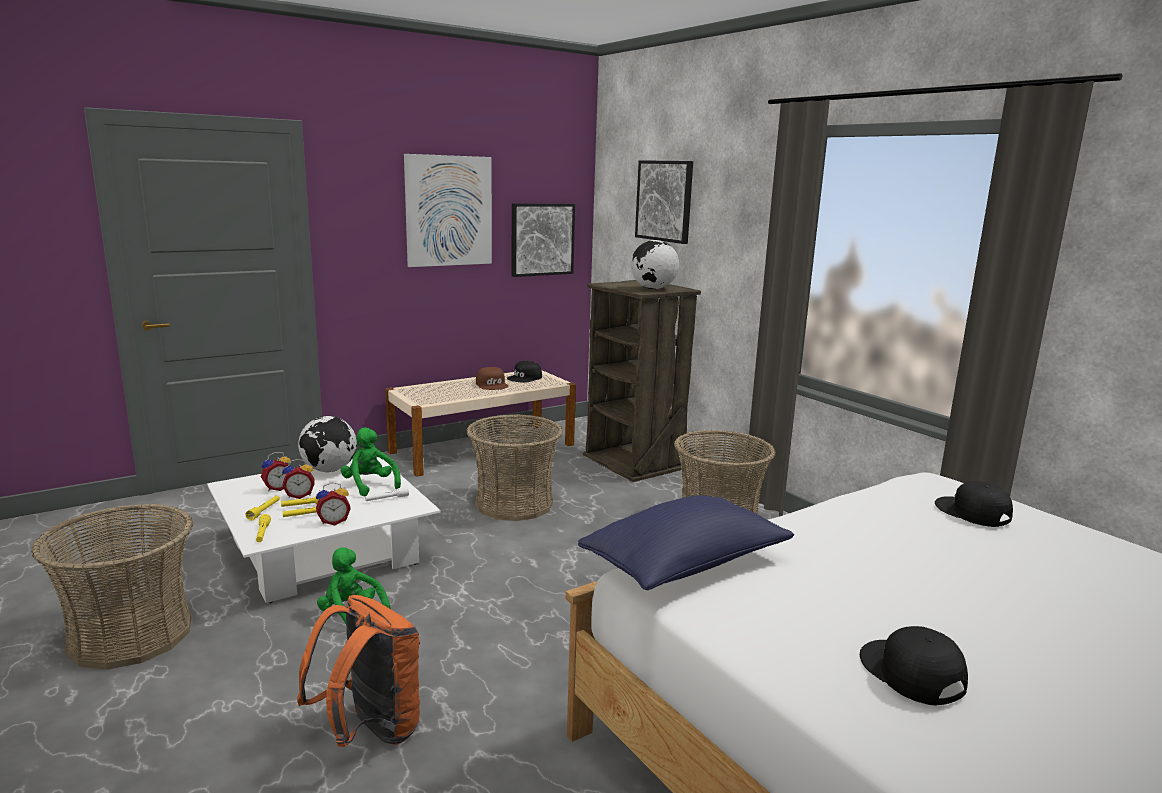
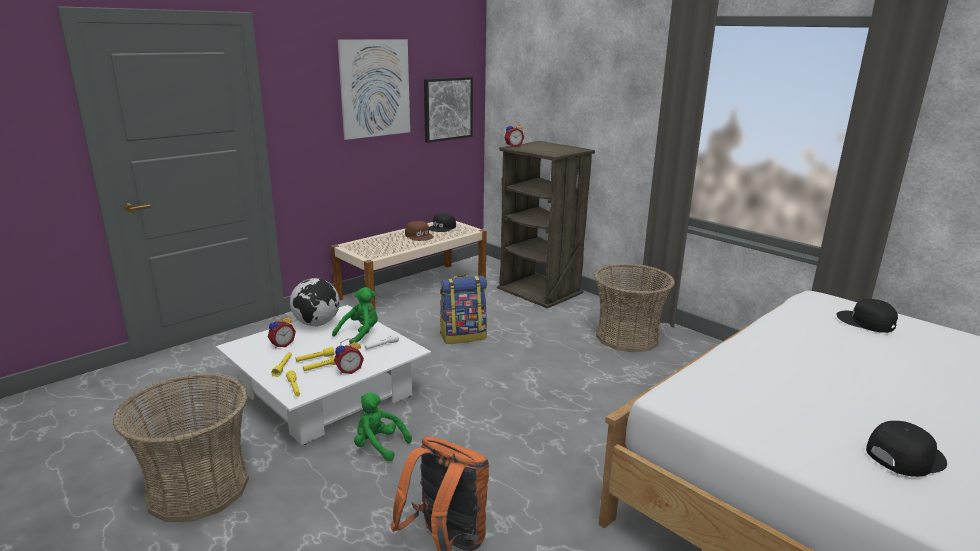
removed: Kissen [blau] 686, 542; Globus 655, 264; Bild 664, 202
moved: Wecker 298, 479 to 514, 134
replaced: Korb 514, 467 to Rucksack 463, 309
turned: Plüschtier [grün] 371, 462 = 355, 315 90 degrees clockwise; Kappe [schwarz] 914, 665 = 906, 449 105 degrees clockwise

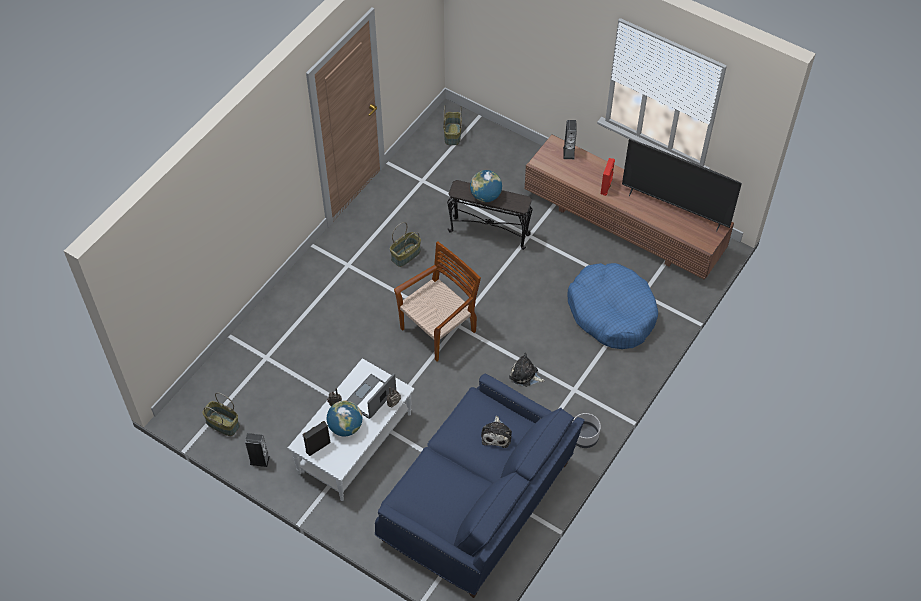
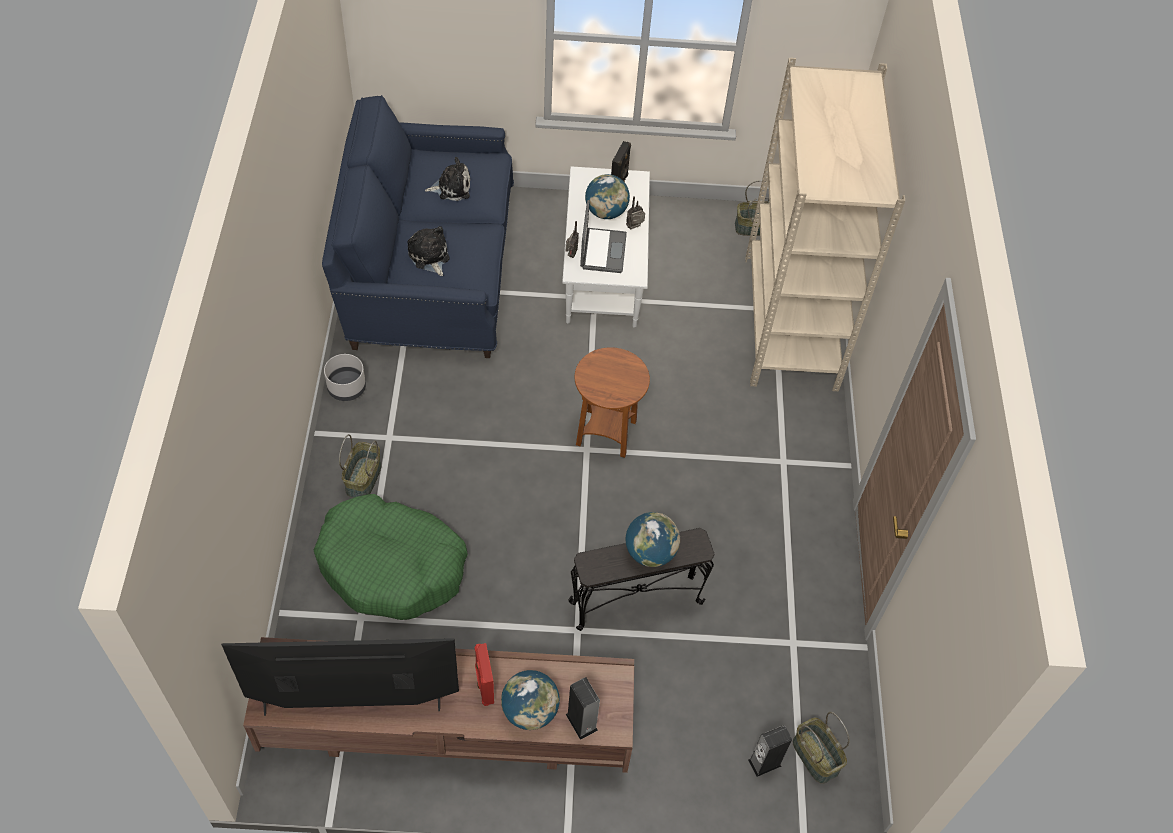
added: Globus 530, 700; Bücherregal [beige] 825, 224
moved: Korb 405, 244 to 360, 466; Plüschtier 527, 370 to 447, 179; Lautsprecher 257, 450 to 770, 751
replaced: Sessel [braun] 437, 302 to Beistelltisch [braun] 612, 402
recoloured: Hundebett [blau] 612, 306 to Hundebett [grün] 391, 557

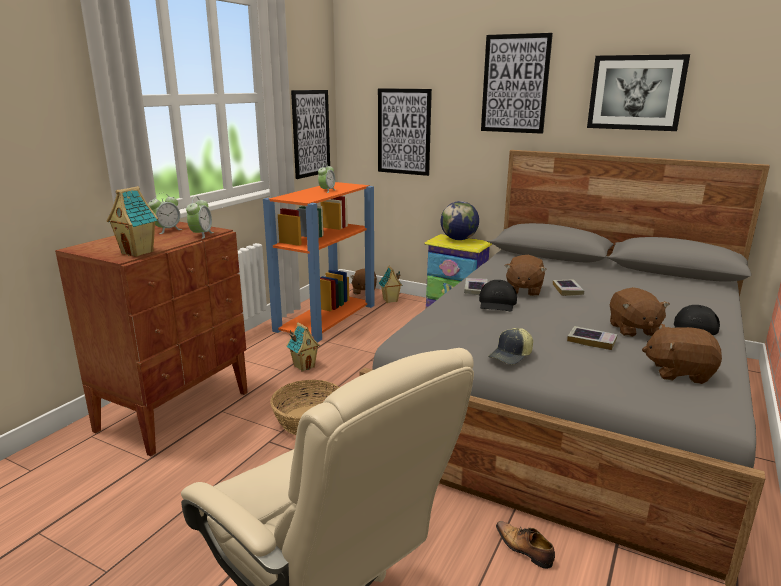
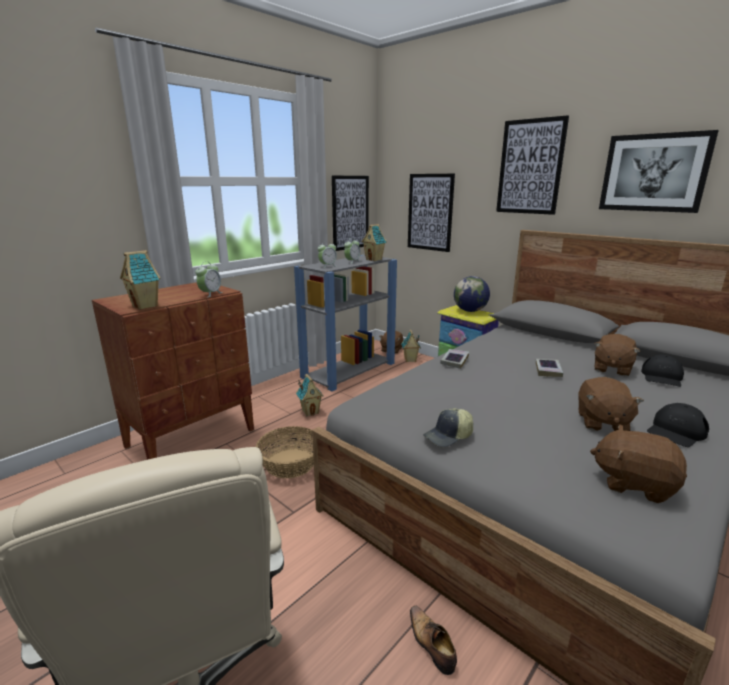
removed: Buch 592, 338
added: Spielzeughaus 374, 242
moved: Wecker 165, 213 to 327, 254; Plüschtier [braun] 526, 275 to 617, 355; Kappe [schwarz] 498, 295 to 662, 371
recoloured: Bücherregal [orange] 318, 262 to Bücherregal [grau] 345, 323

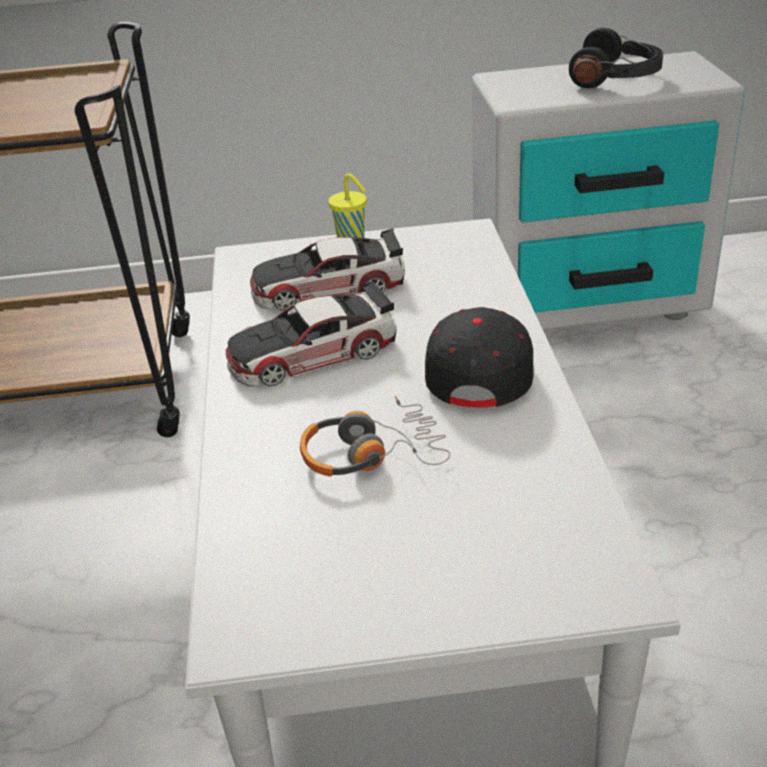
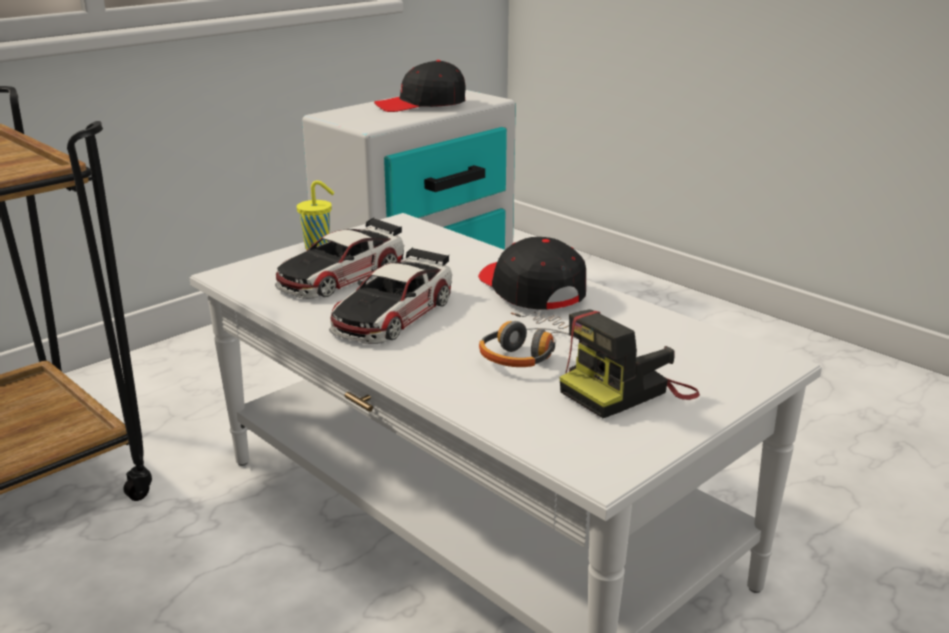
added: Kamera 629, 364
replaced: Kopfhörer [schwarz] 616, 58 to Kappe [schwarz] 420, 86

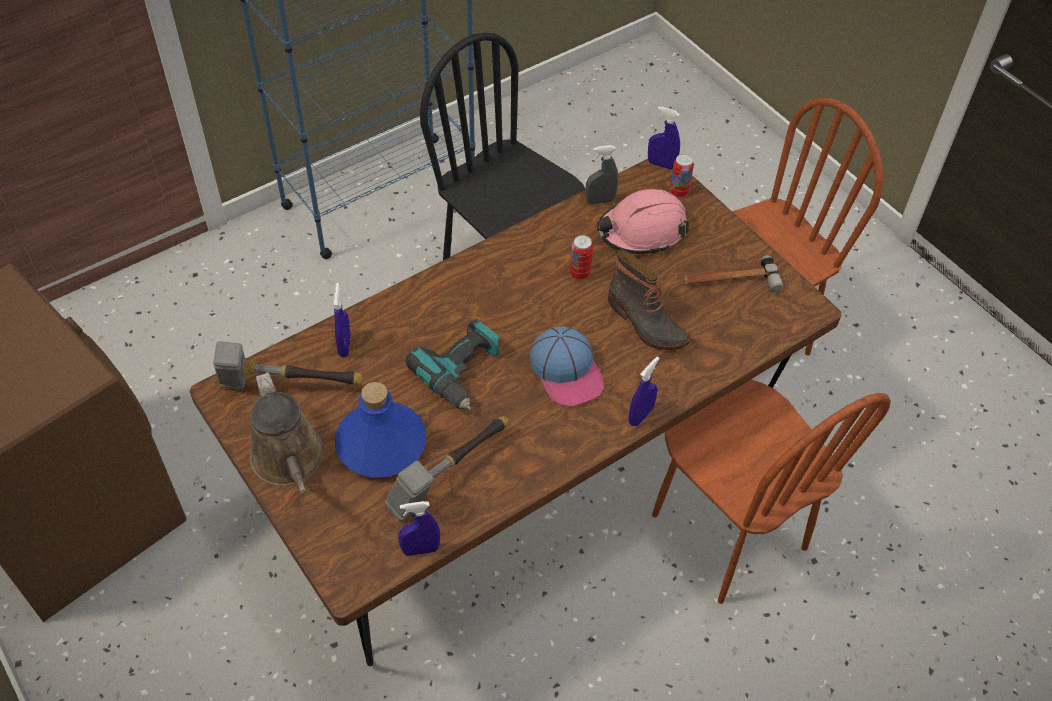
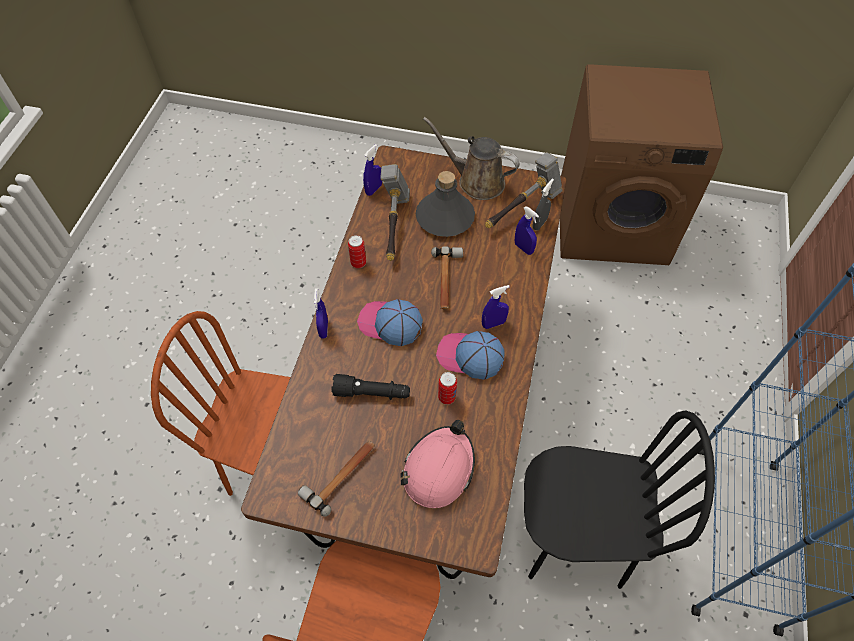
added: Kappe 470, 355
moved: Dose 681, 176 to 357, 251; Sprühflasche [blau] 664, 137 to 496, 307; Sprühflasche [grau] 602, 175 to 543, 204
replaced: Stiefel 649, 300 to Taschenlampe [schwarz] 370, 387; Bohrmaschine 453, 364 to Hammer 447, 277
recoloured: Flasche [blau] 380, 430 to Flasche [grau] 445, 204

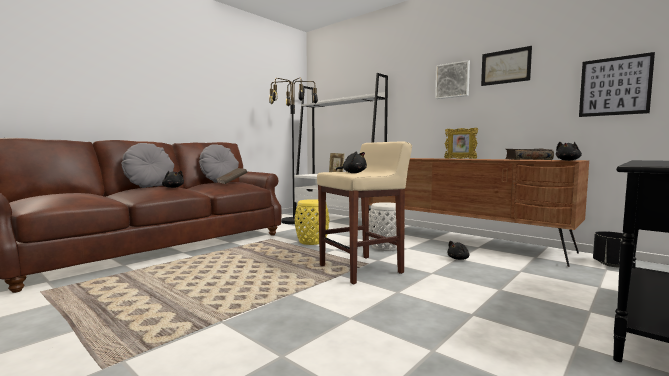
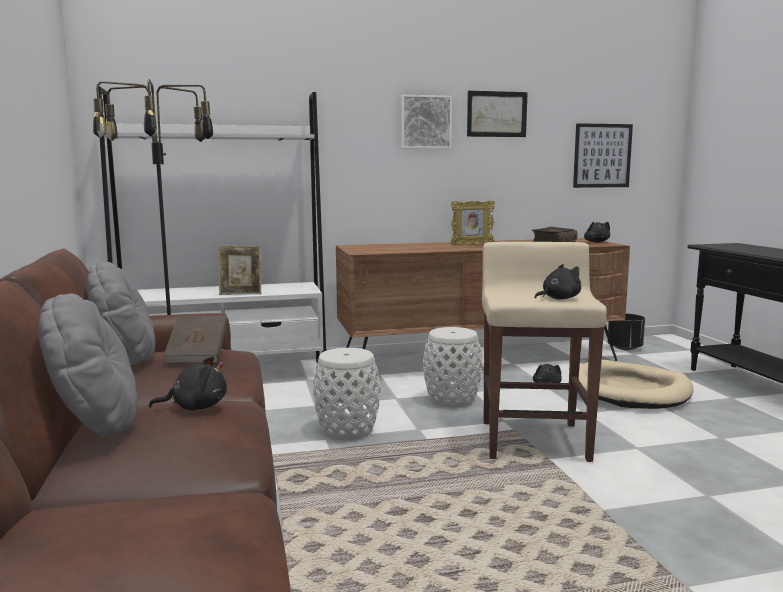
added: Hundebett [beige] 635, 384
recoloured: Hocker [gelb] 312, 222 to Hocker [weiß] 347, 394

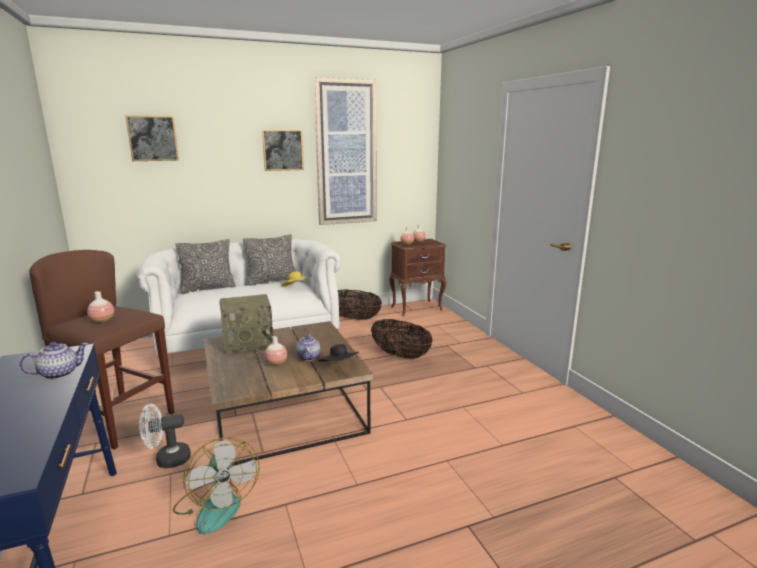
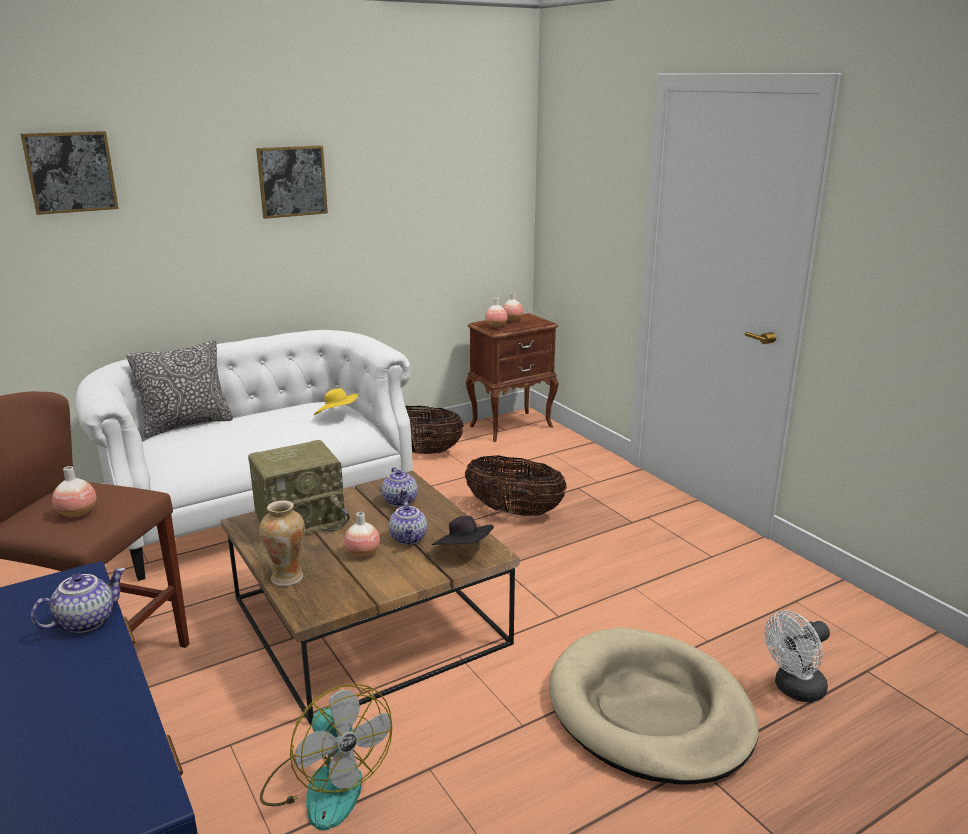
removed: Kissen 269, 260; Bild 345, 151
added: Vase 282, 543; Teekanne 399, 487; Hundebett [beige] 654, 706
moved: Ventilator [weiß] 165, 436 to 797, 656

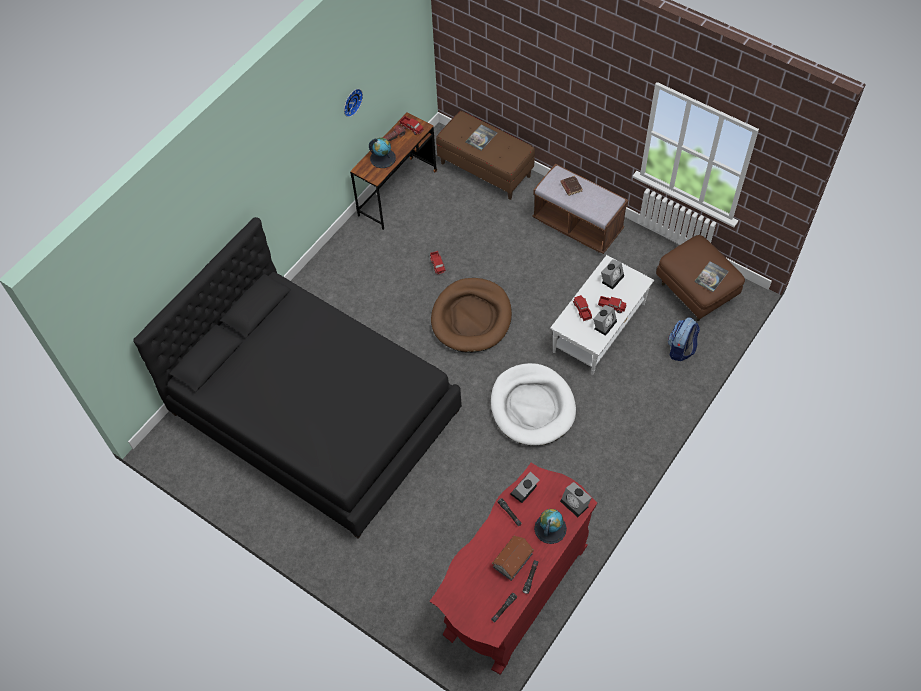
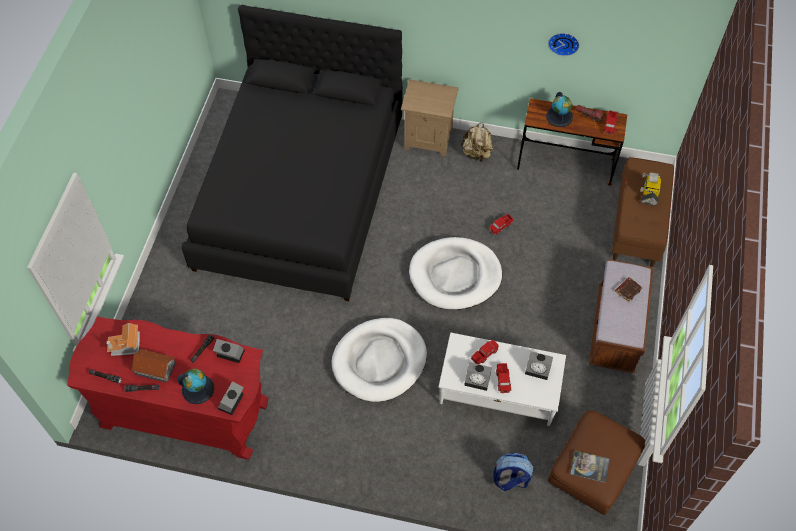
added: Spielzeughaus 123, 339; Nachttisch [beige] 430, 118; Rucksack [beige] 477, 142
replaced: Buch 481, 137 to Spielzeugroboter 650, 189
recoloured: Hundebett [braun] 471, 315 to Hundebett [weiß] 455, 273

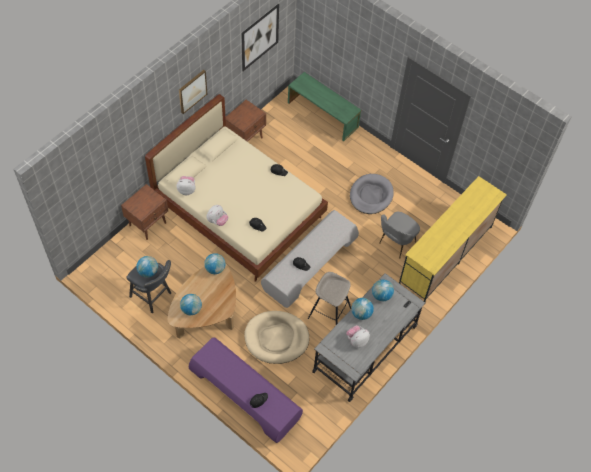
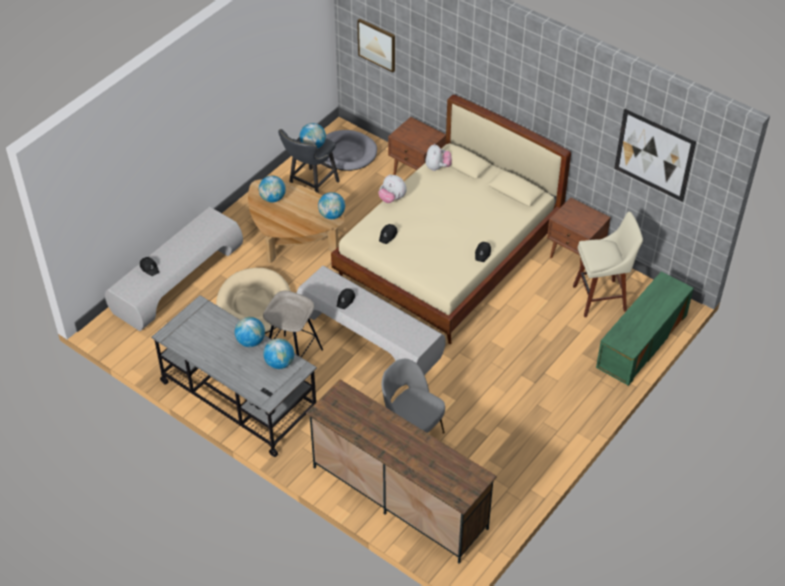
removed: Plüschtier 358, 336
added: Hocker [beige] 608, 264
moved: Hundebett [grau] 372, 194 to 350, 150; Bild 193, 92 to 376, 45
recoloured: Bank [lila] 246, 390 to Bank [grau] 174, 269; Kommode [gelb] 453, 239 to Kommode [braun] 401, 471

